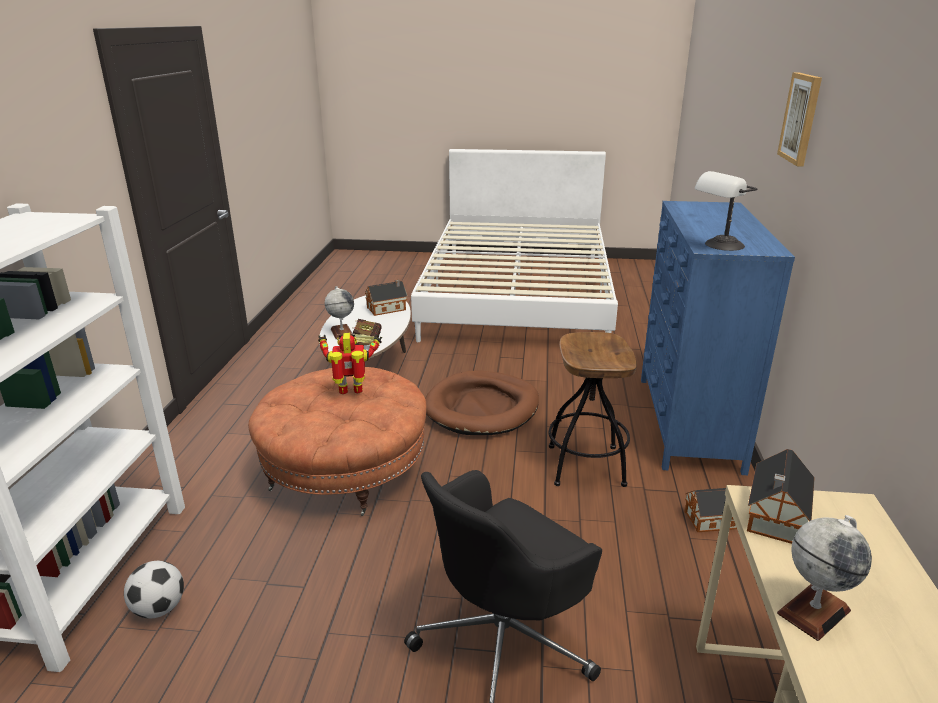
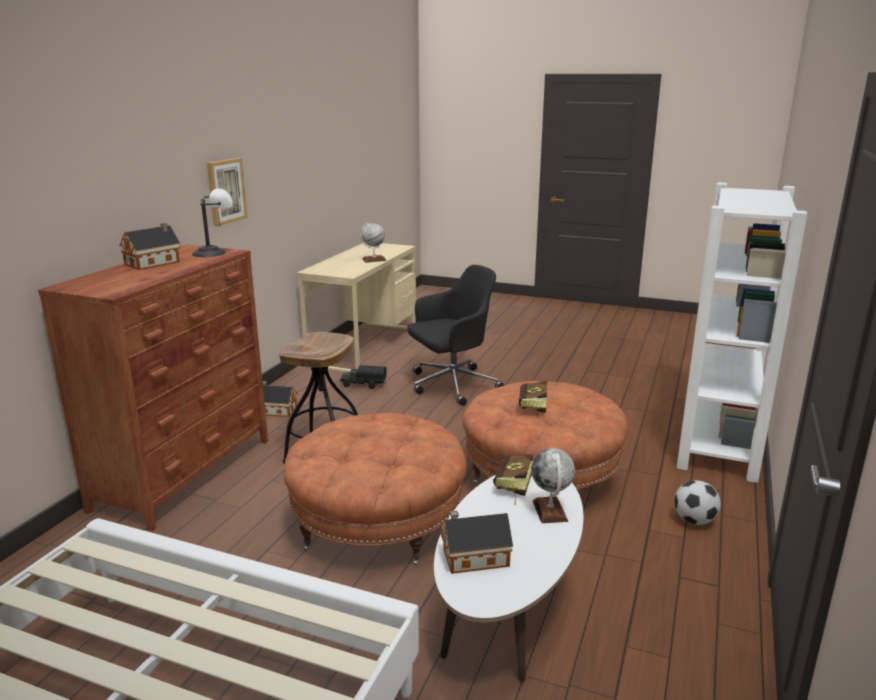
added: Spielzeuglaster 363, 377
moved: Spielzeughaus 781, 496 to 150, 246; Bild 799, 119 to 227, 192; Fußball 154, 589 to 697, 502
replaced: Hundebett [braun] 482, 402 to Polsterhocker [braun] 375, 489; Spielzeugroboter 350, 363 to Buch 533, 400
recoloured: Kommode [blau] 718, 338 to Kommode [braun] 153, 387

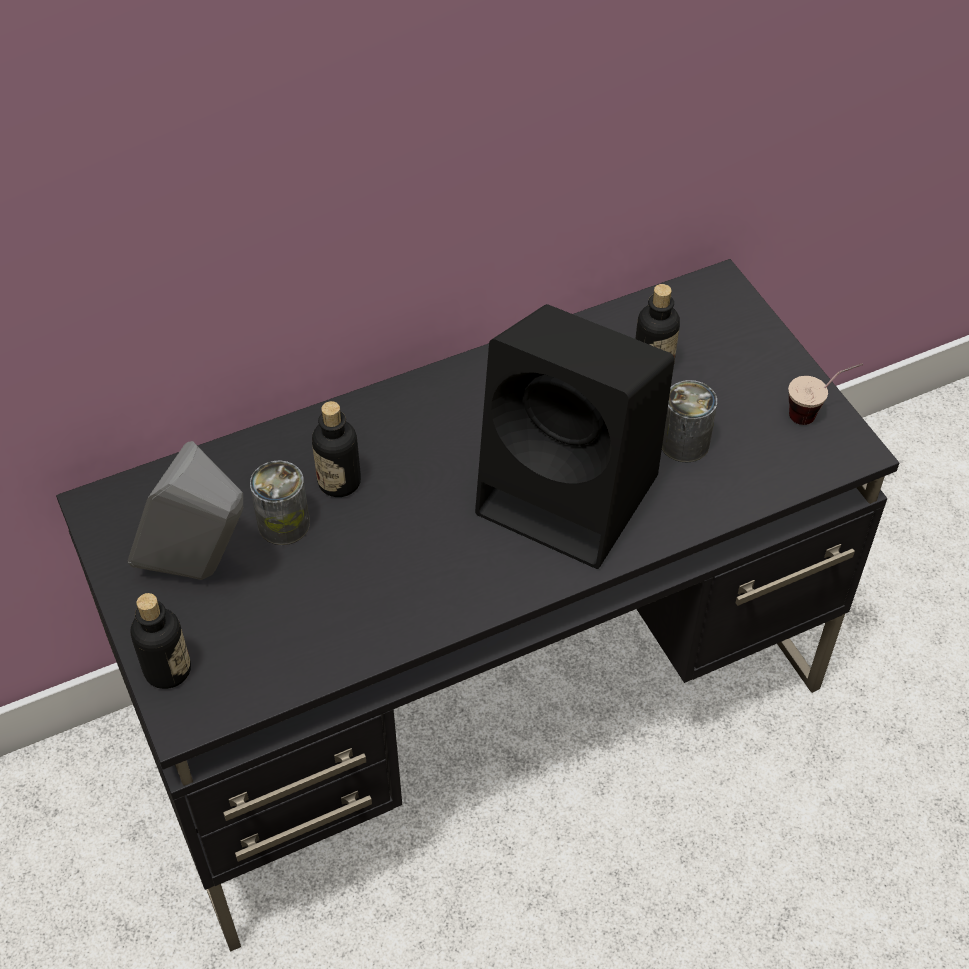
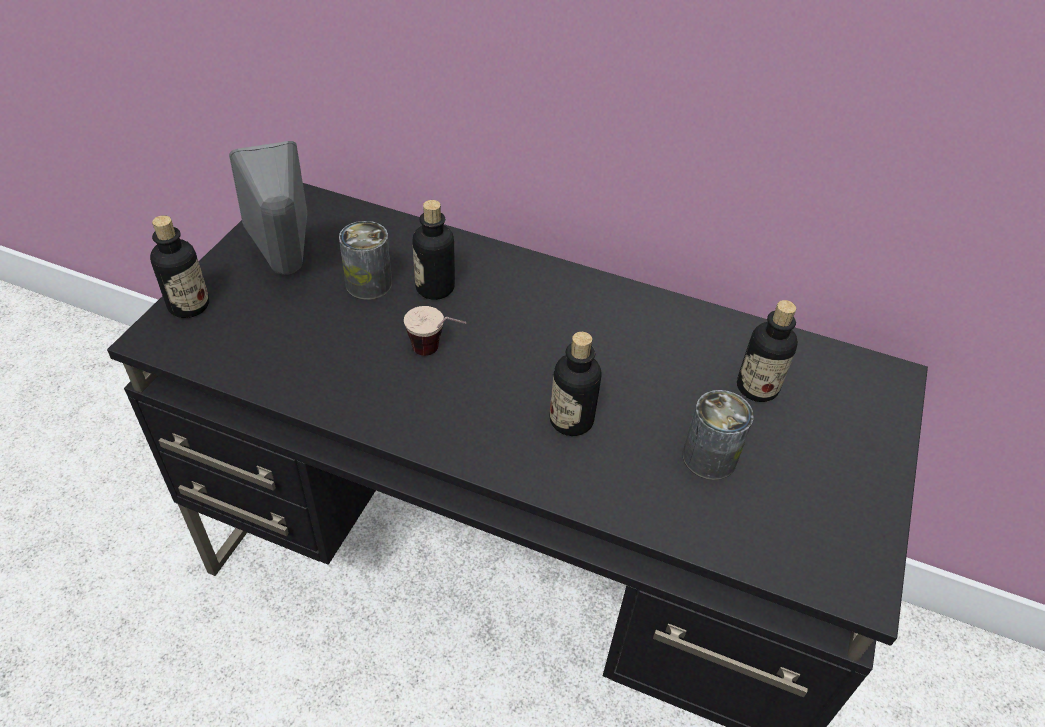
moved: Tasse 825, 394 to 435, 331
replaced: Lautsprecher [schwarz] 575, 436 to Flasche 575, 384

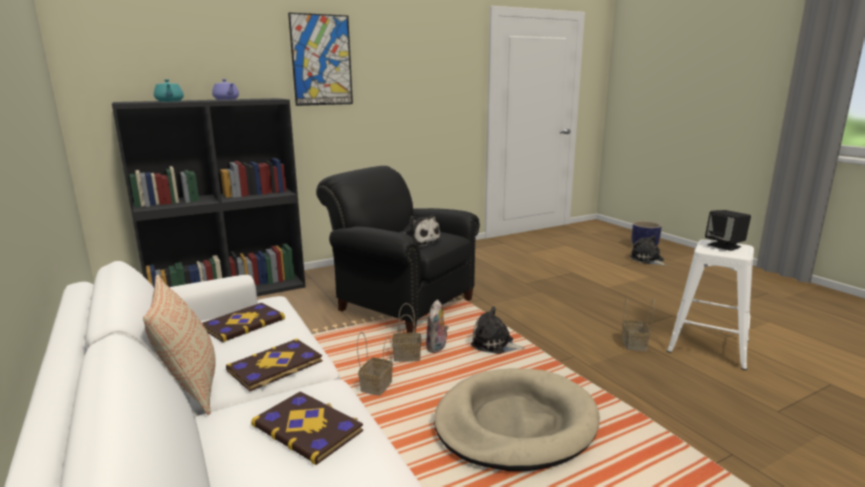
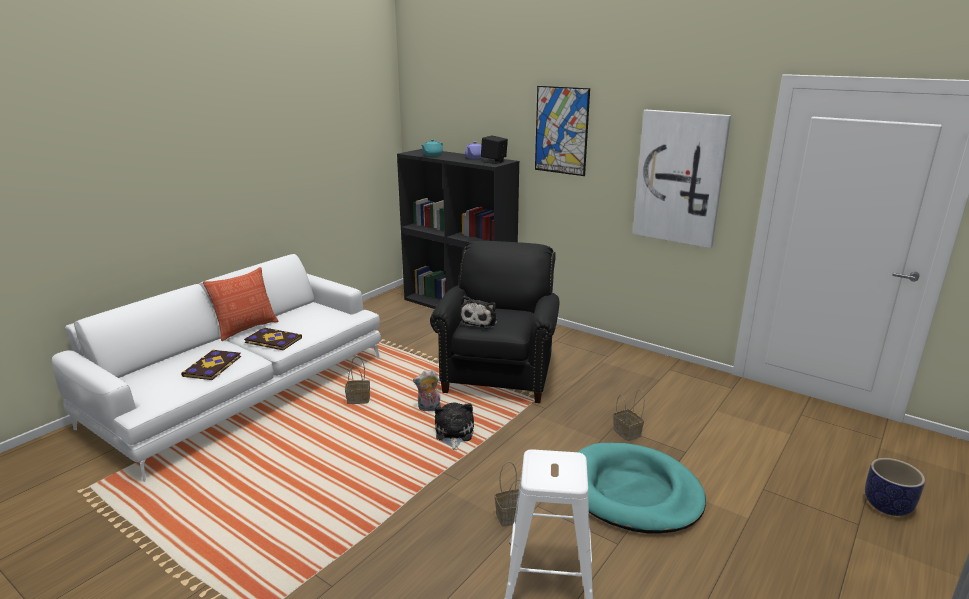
removed: Buch 243, 322; Hundebett [beige] 517, 419; Plüschtier 648, 250
added: Hundebett [türkis] 642, 488; Bild 681, 179
moved: Lautsprecher [schwarz] 728, 230 to 494, 149; Korb 406, 332 to 629, 415
recoloured: Kissen [beige] 179, 345 to Kissen [orange] 240, 304

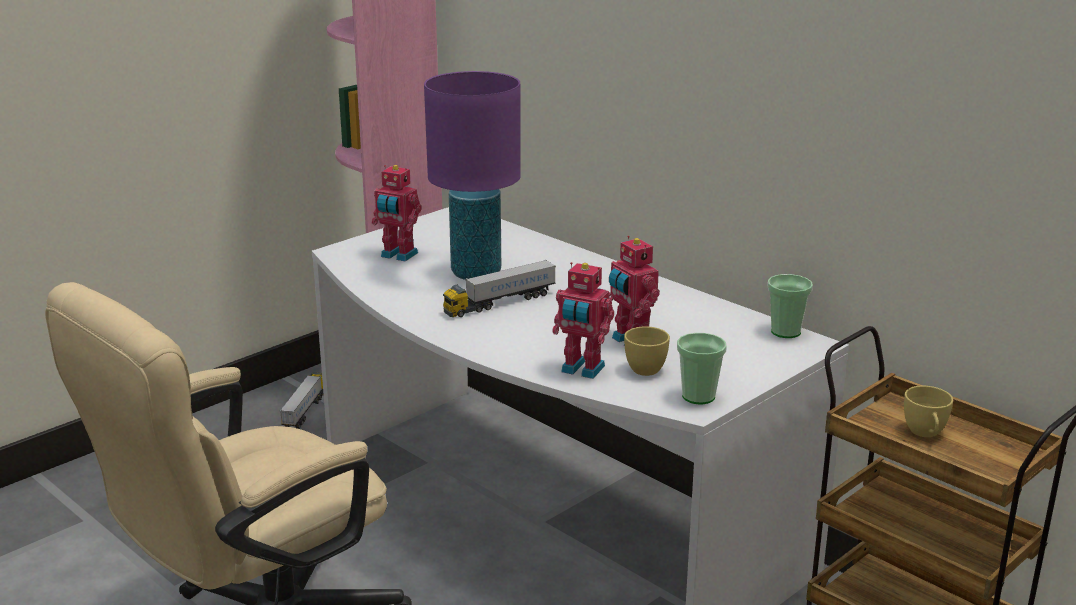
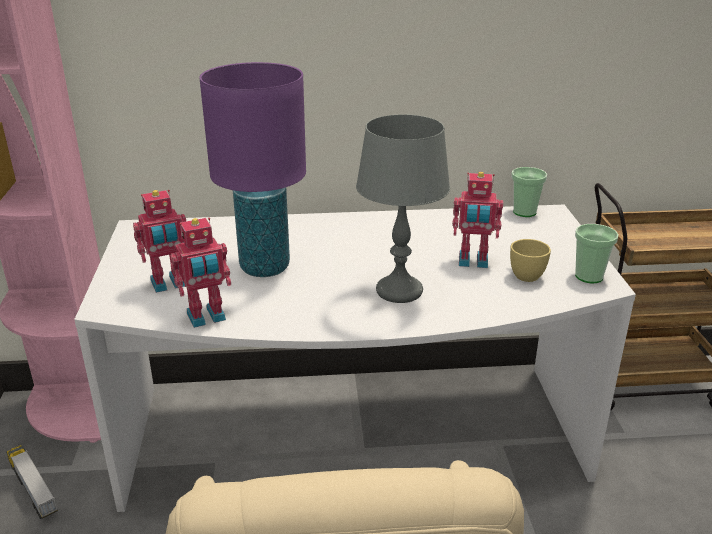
removed: Spielzeuglaster 499, 288; Tasse [gelb] 928, 411
added: Tischlampe [grau] 403, 208
moved: Spielzeugroboter 583, 320 to 201, 273

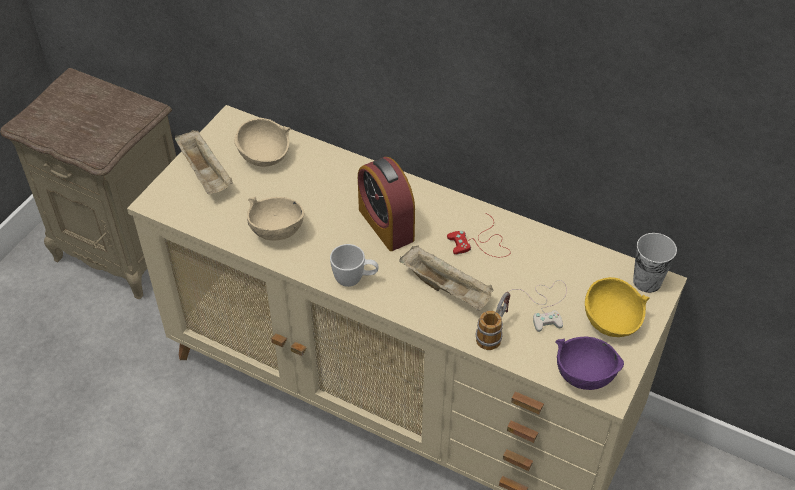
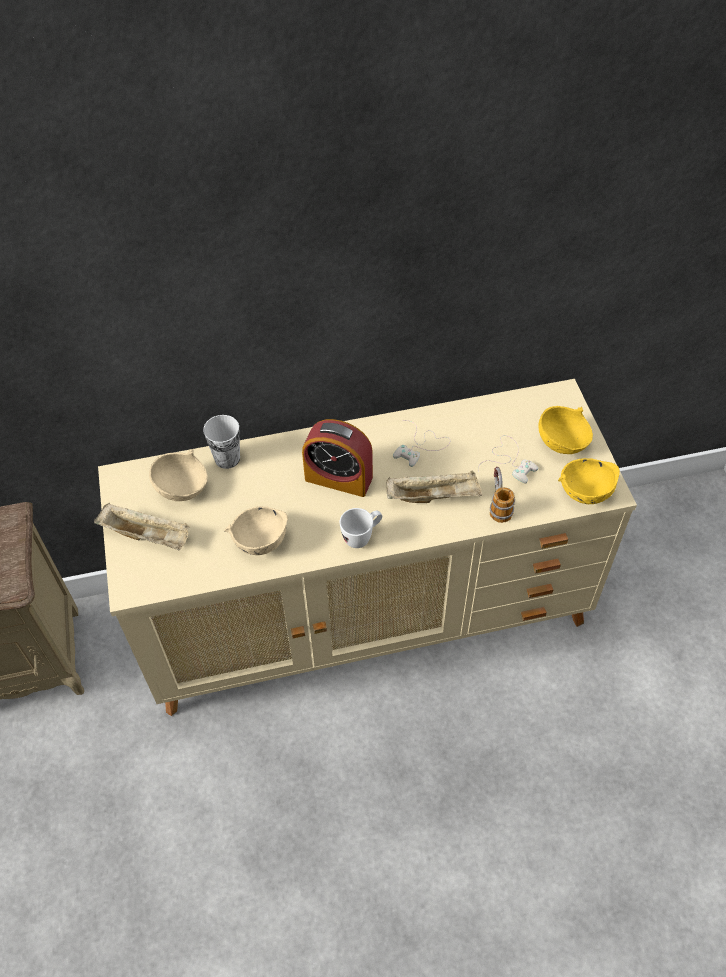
moved: Tasse 655, 263 to 221, 442
recoloured: Gamepad [rot] 479, 235 to Gamepad [weiß] 421, 443; Schüssel [lila] 589, 363 to Schüssel [gelb] 589, 481

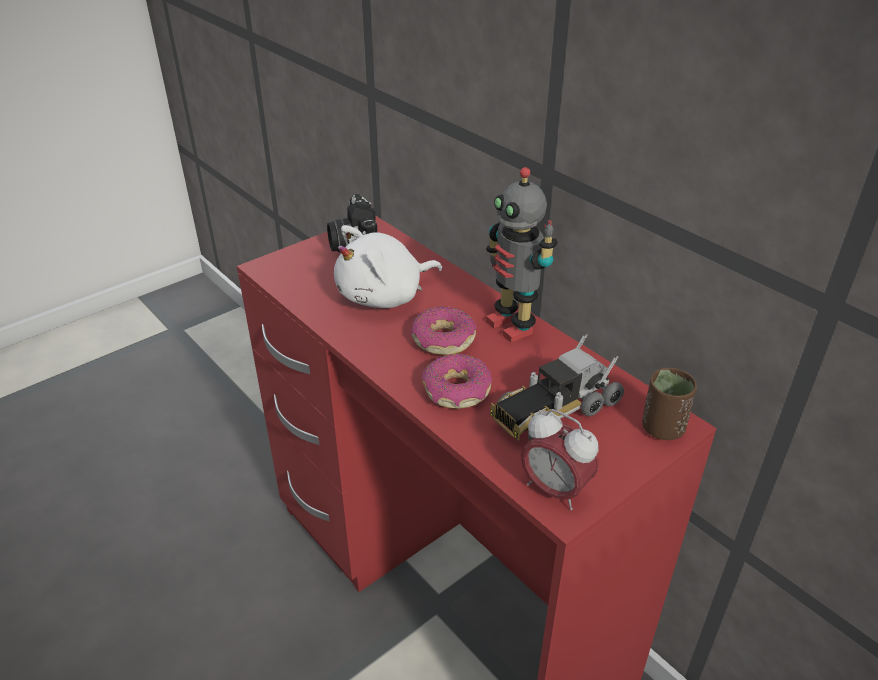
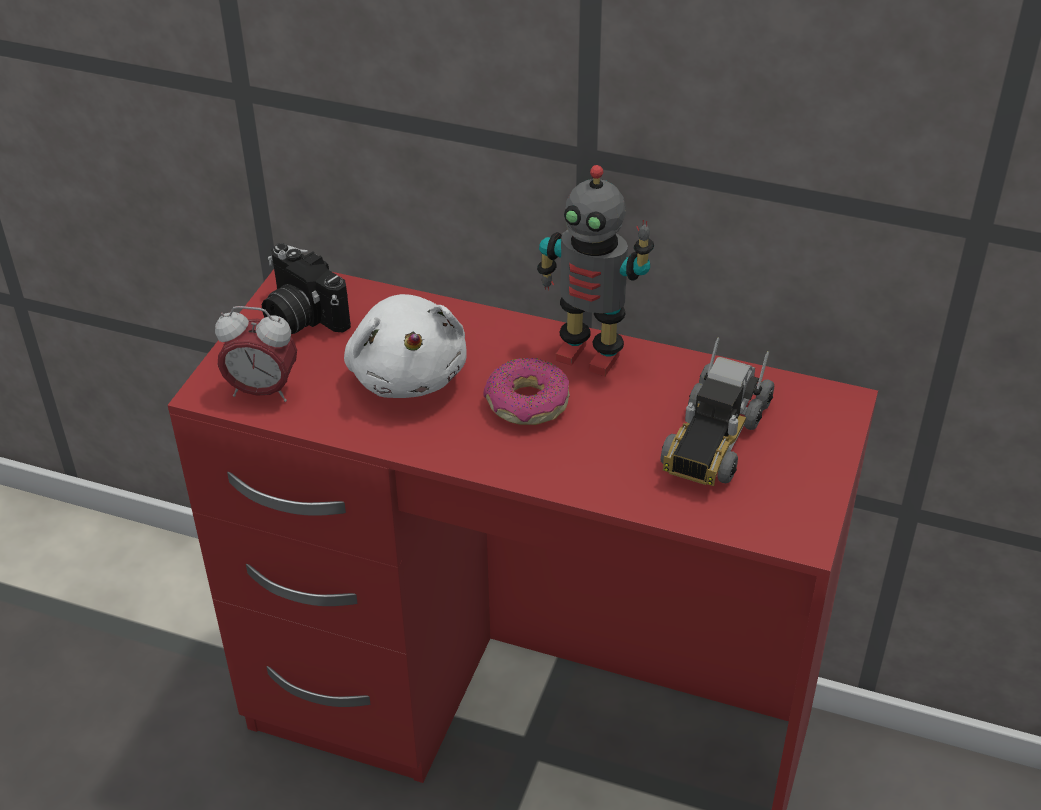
removed: Donut 457, 381; Tasse [braun] 669, 404
moved: Wecker 560, 459 to 256, 354
turned: Plüschtier [weiß] 388, 266 = 405, 346 45 degrees counterclockwise

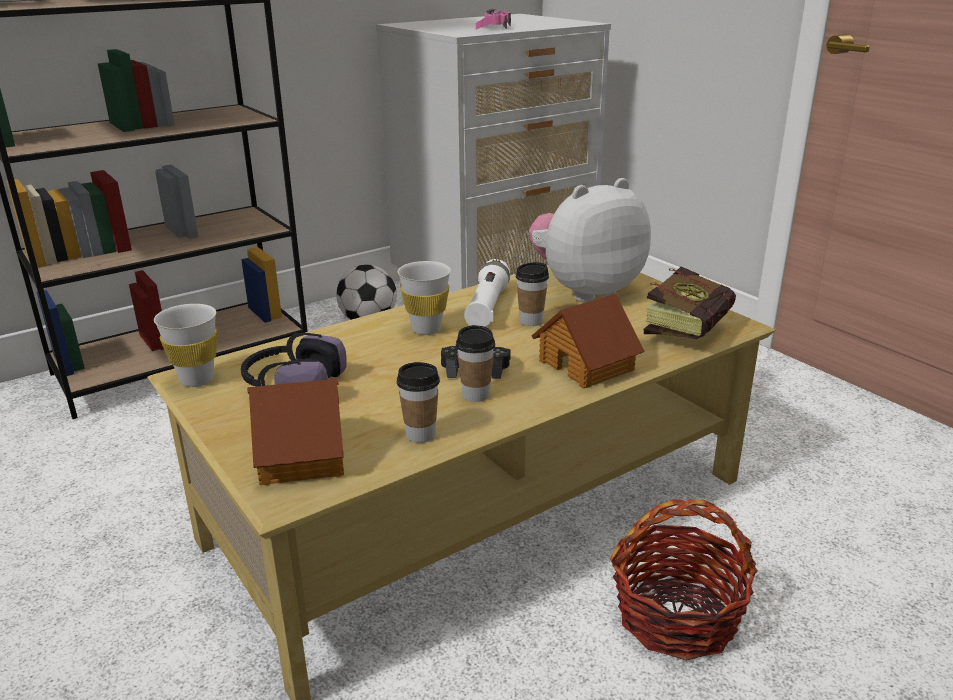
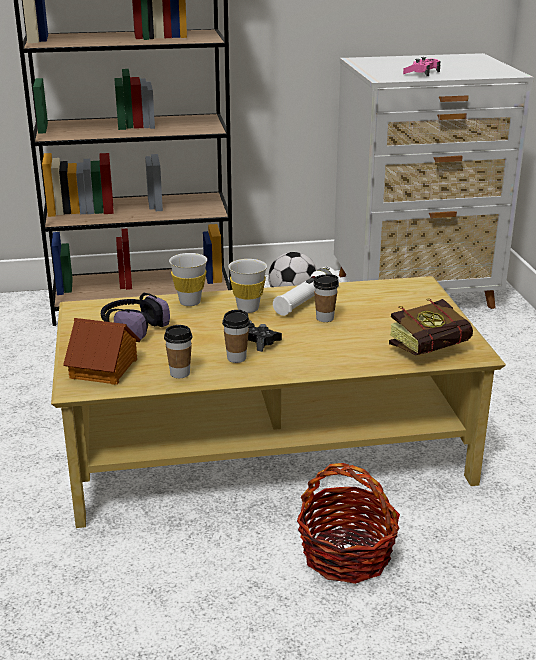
removed: Plüschtier 590, 240; Spielzeughaus 588, 341
moved: Tasse [weiß] 185, 345 to 188, 279

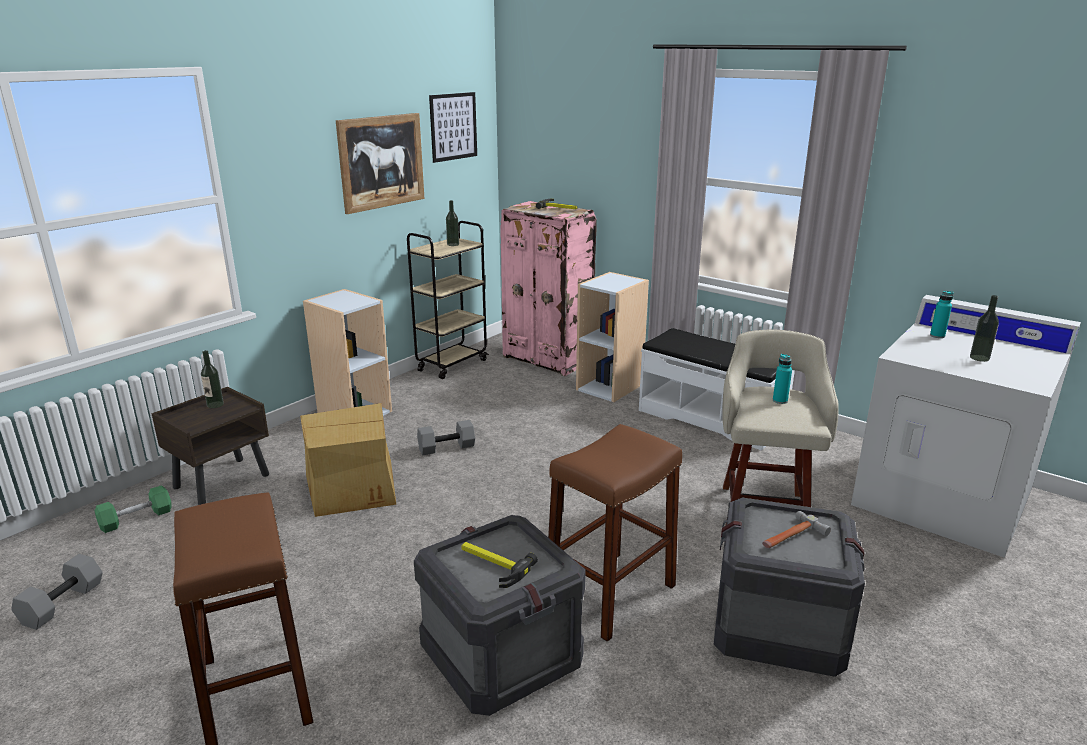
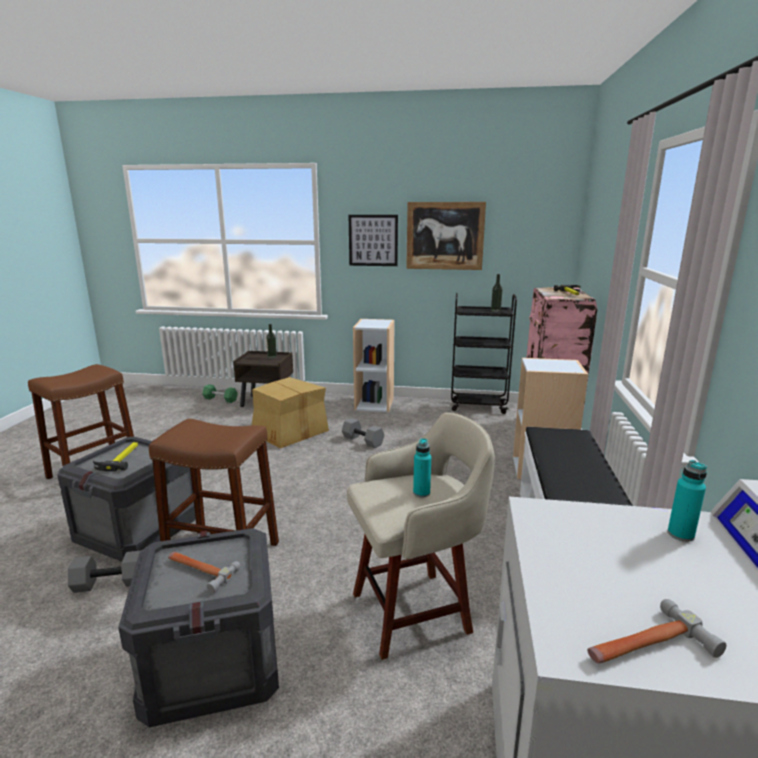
removed: Flasche 984, 328
added: Hammer 656, 631
moved: Hantel [grau] 57, 592 to 105, 571; Bild 453, 127 to 373, 240
recoloured: Rollwagen [beige] 448, 300 to Rollwagen [schwarz] 484, 353

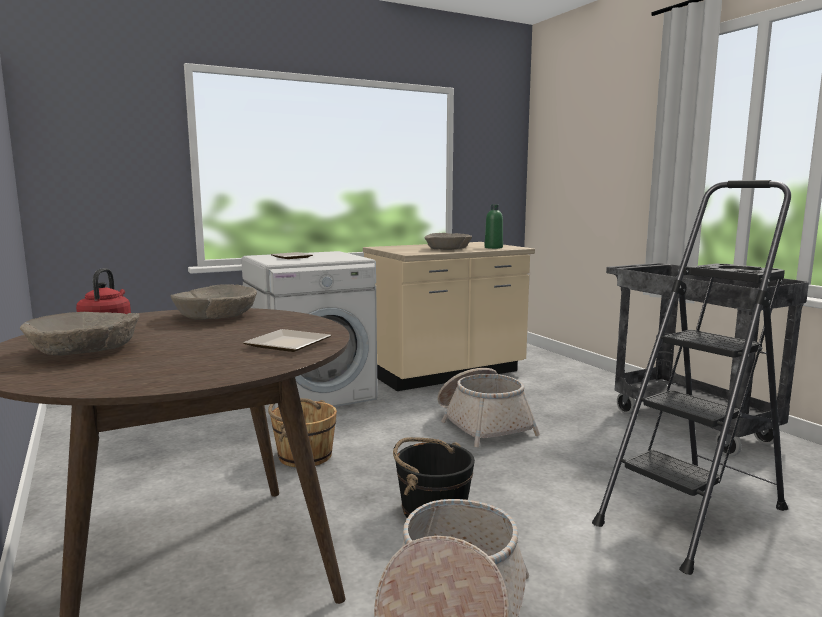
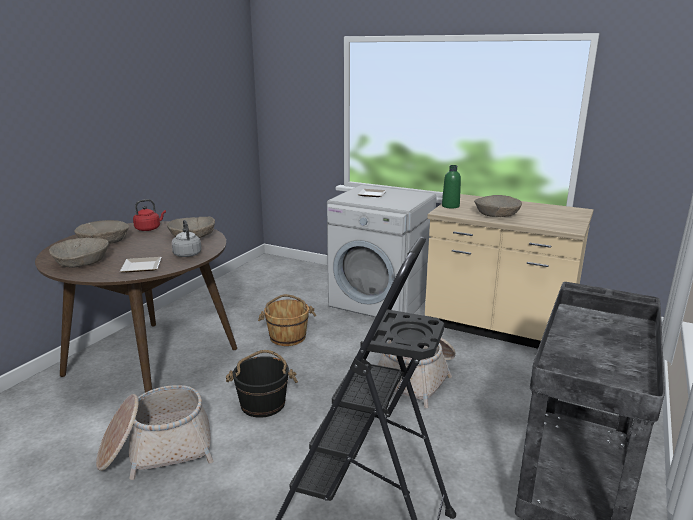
added: Schüssel [beige] 79, 252; Wasserkessel [grau] 186, 238
moved: Flasche [grün] 494, 226 to 451, 187

